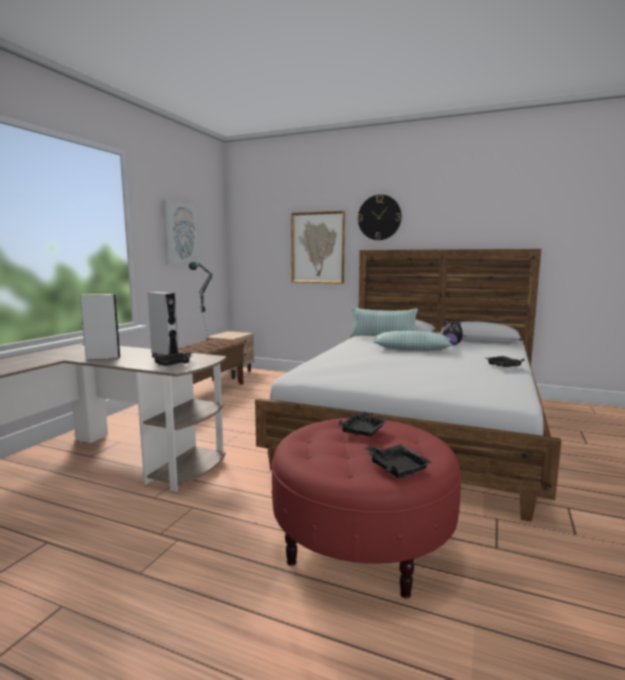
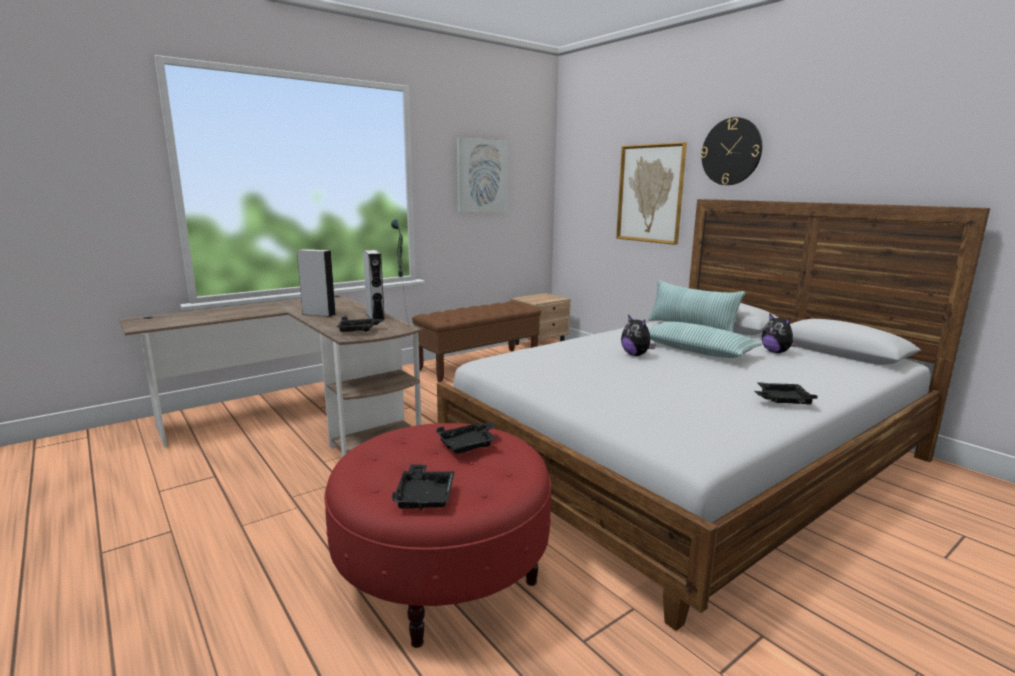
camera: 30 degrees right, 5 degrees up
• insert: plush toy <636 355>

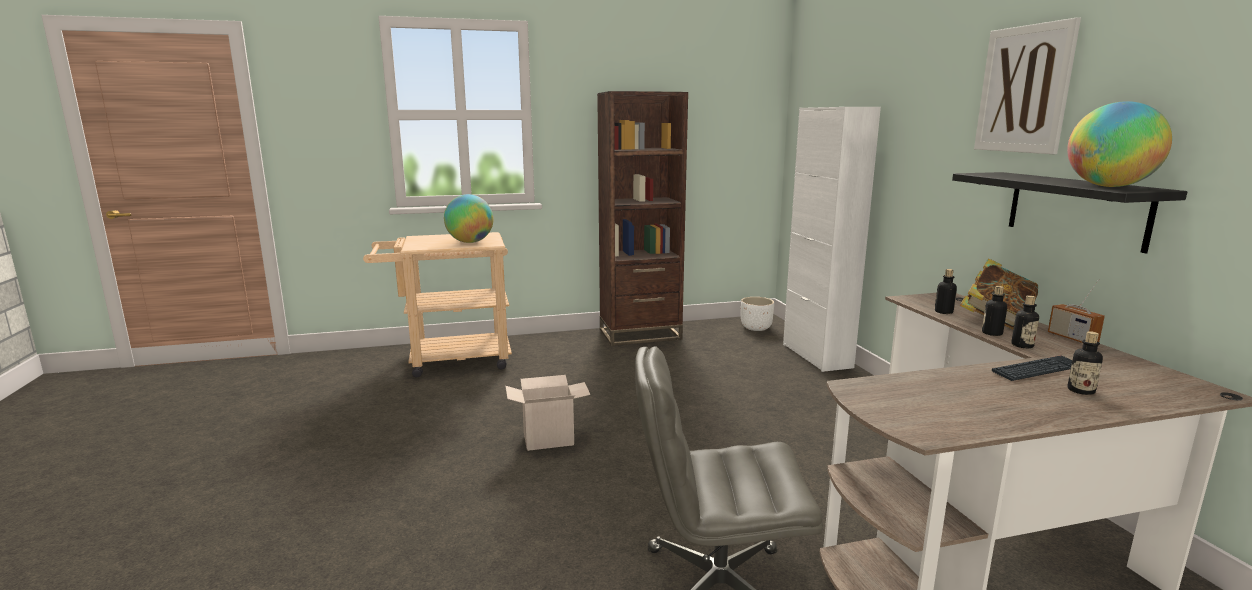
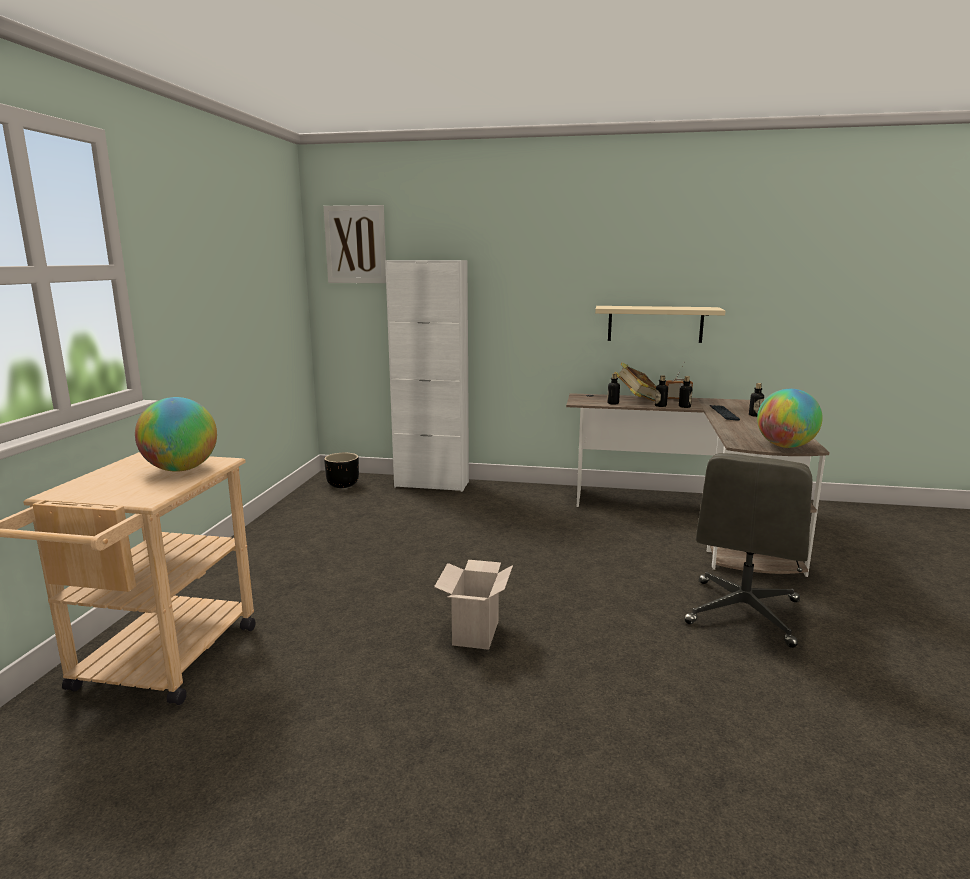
camera: 65 degrees left, 0 degrees up
• delete: brown bookshelf <640 334>
• recolor: white planter <756 328> to blackish planter <343 485>
• recolor: blackish shelf <1076 209> to beige shelf <655 324>
• move: picture <1024 89> to <355 244>
• move: desk globe <1109 186> to <785 446>

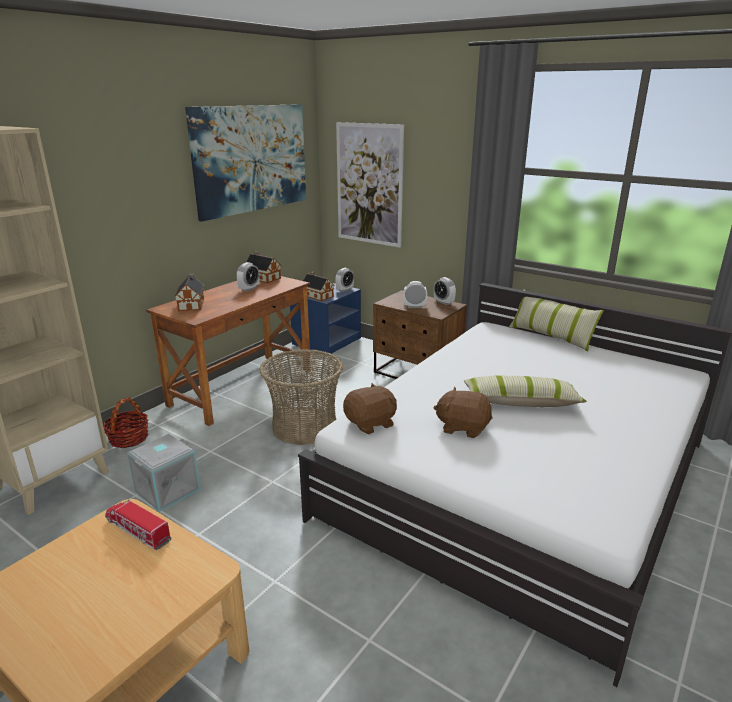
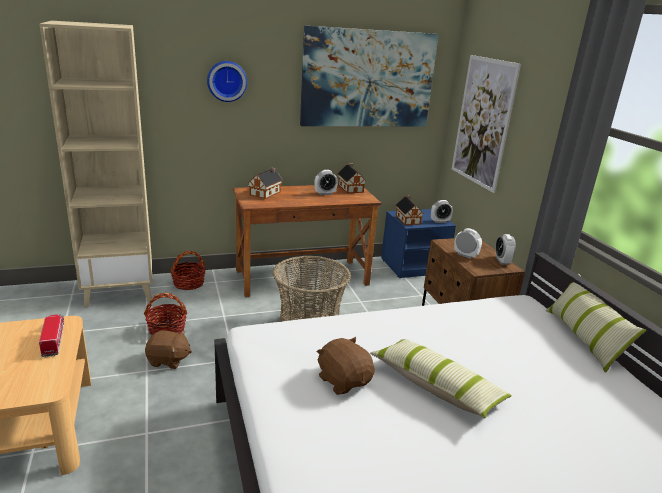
camera: 35 degrees right, 0 degrees up
• replace: gray storage bin <167 489> to basket <167 330>
• move: brown plush toy <371 424> to <168 360>
• insert: clock on the wall <226 81>

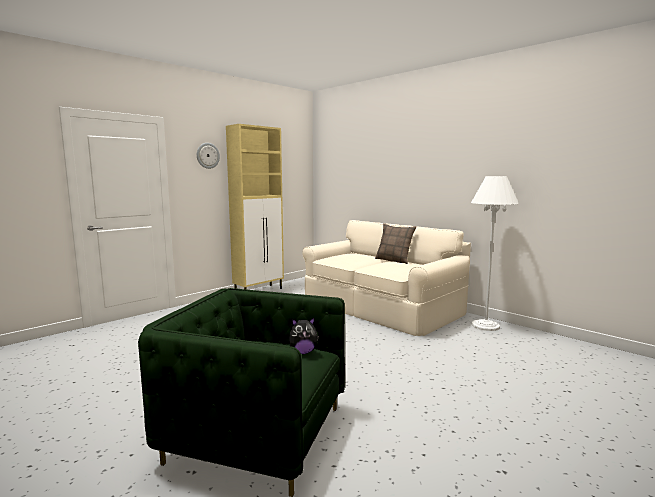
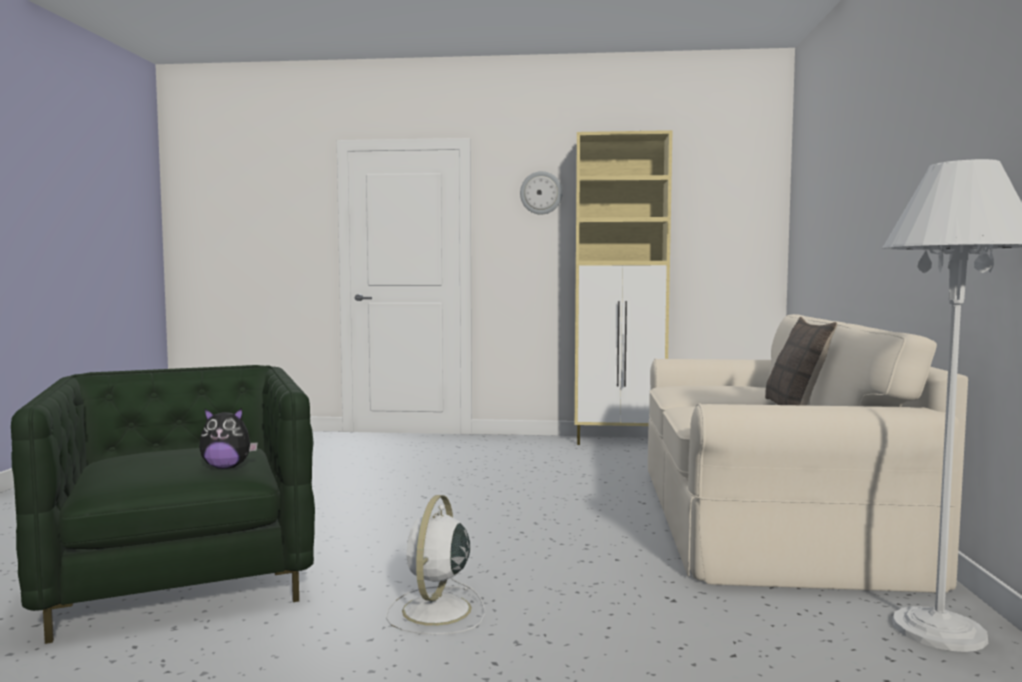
camera: 50 degrees right, 5 degrees down
• rotate: plush toy <303 352> = <227 467> 45 degrees counterclockwise
• insert: white electric fan <435 611>

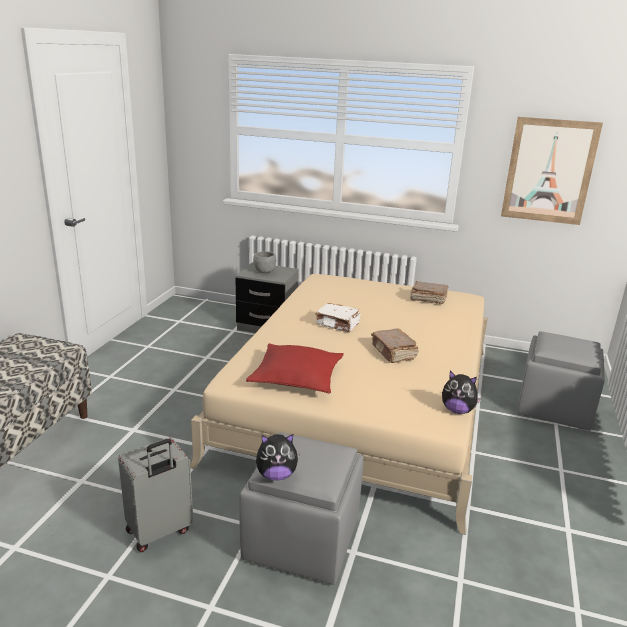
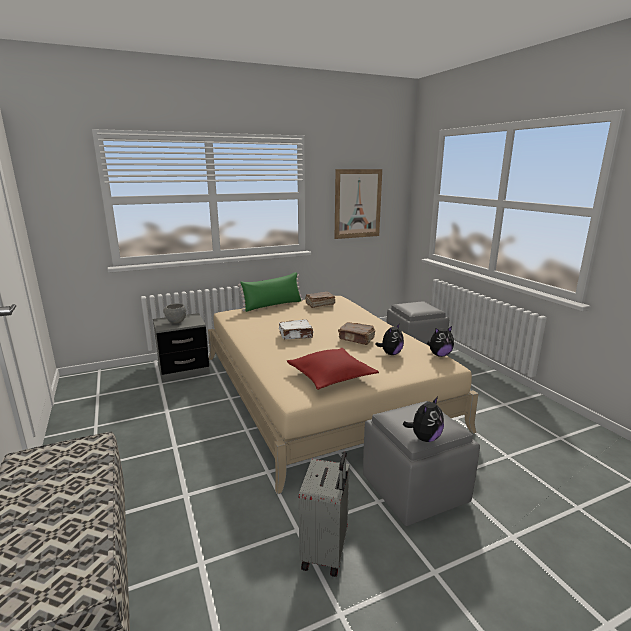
camera: 40 degrees left, 5 degrees down
• insert: green cushion <273 305>
• insert: plush toy <390 353>

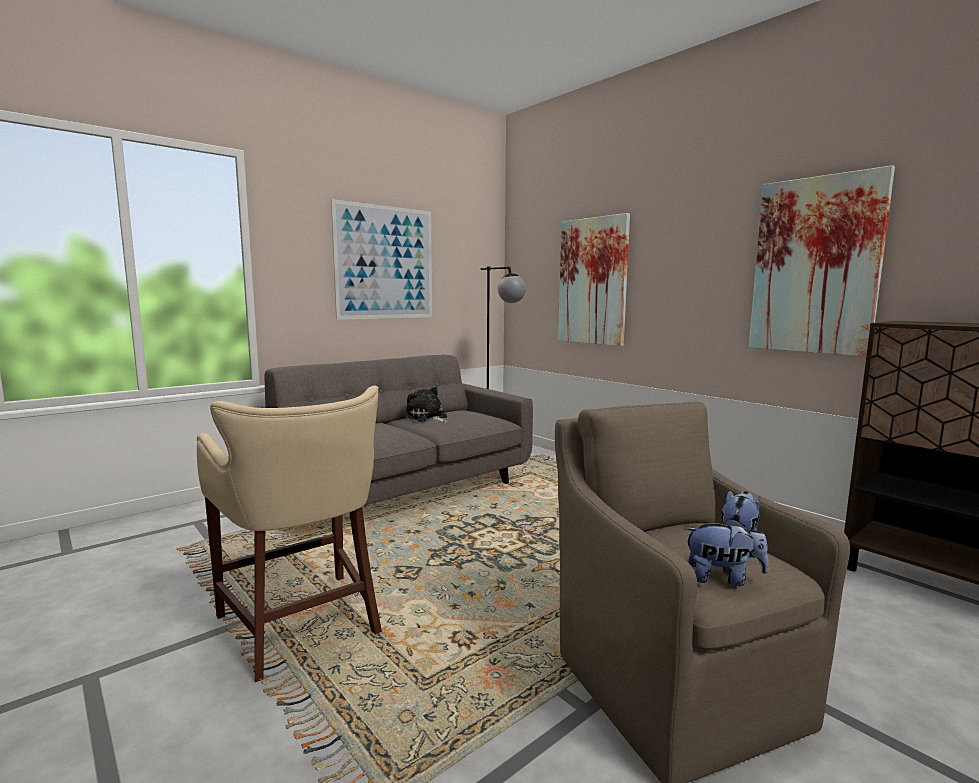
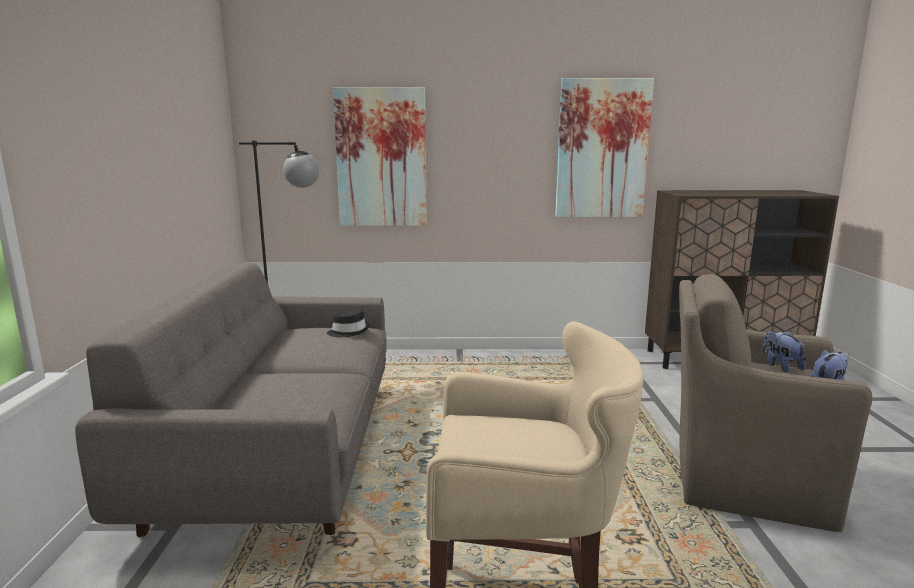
camera: 50 degrees left, 5 degrees up
• delete: picture <385 263>
• delete: plush toy <427 418>
• insert: blackish clothing hat <349 331>

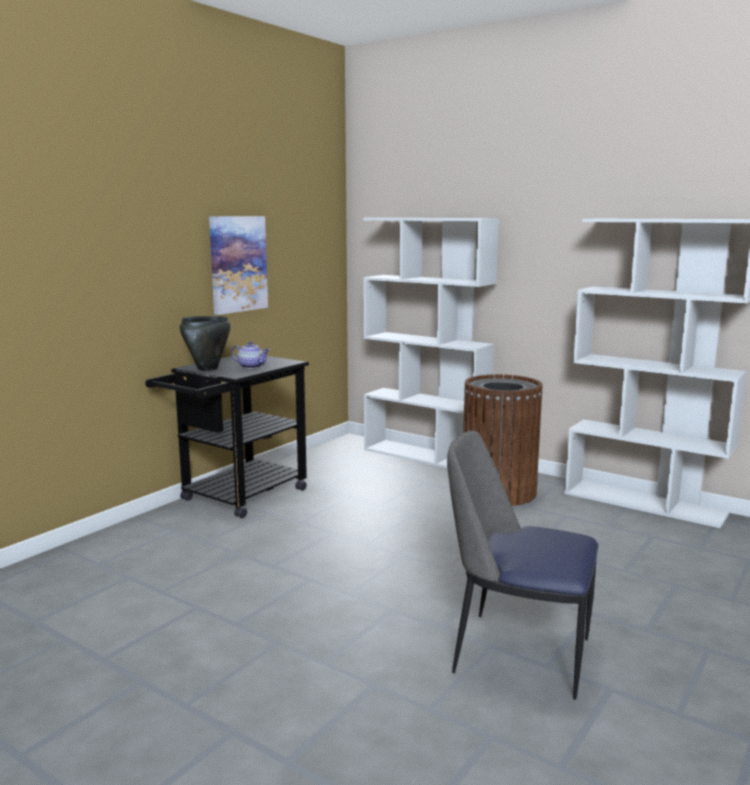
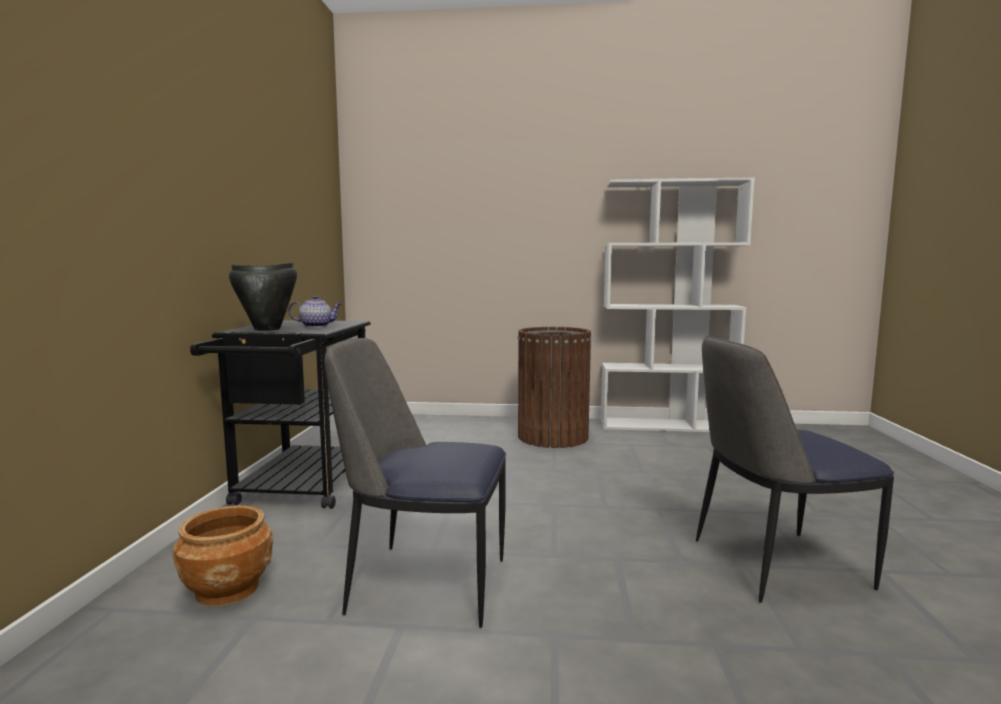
camera: 30 degrees left, 5 degrees down
• delete: picture <238 264>
• delete: white bookshelf <426 456>
• insert: brown planter <228 589>
• insert: upright chair <424 583>

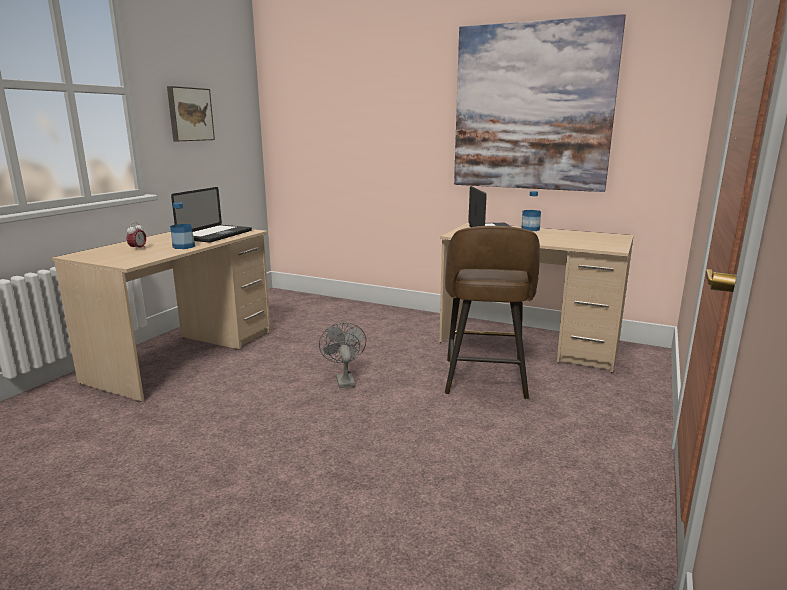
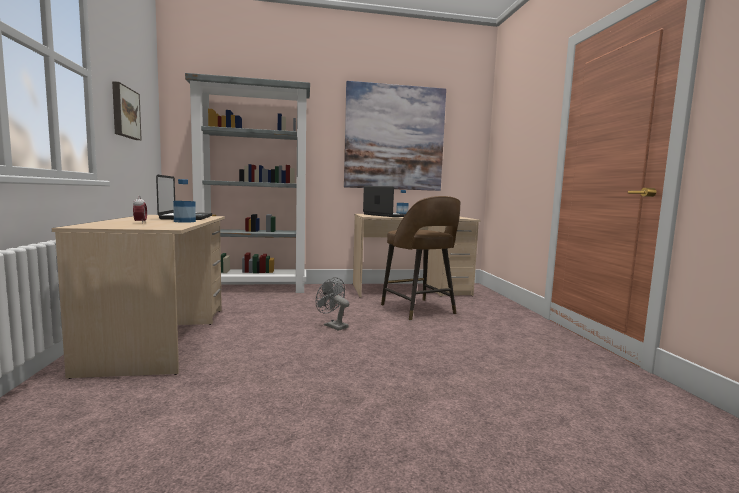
camera: 35 degrees left, 10 degrees down
• insert: gray bookshelf <254 289>

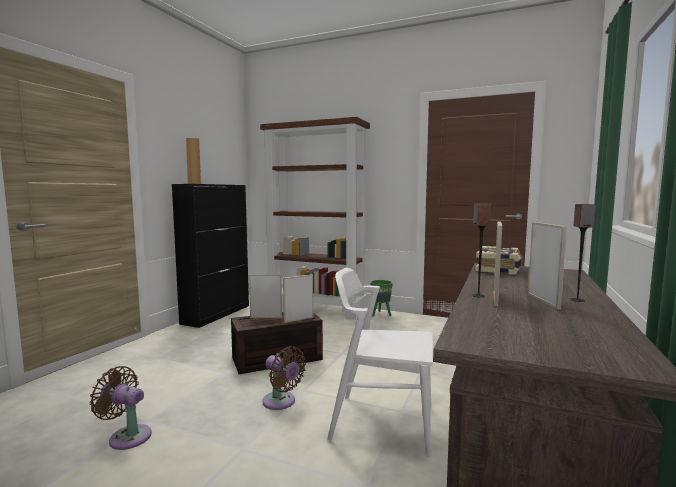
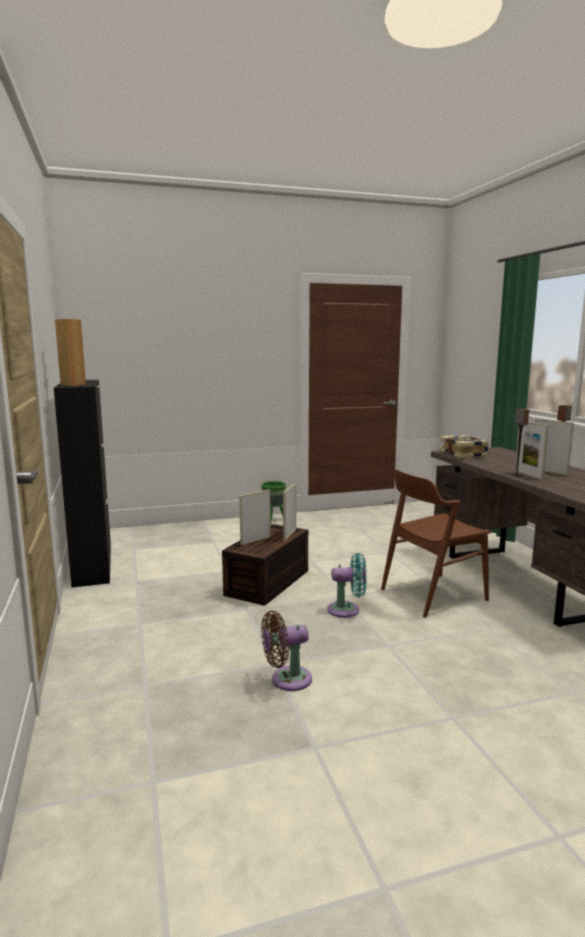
camera: 40 degrees left, 5 degrees up
• delete: brown bookshelf <317 308>
• recolor: brown electric fan <281 402> to turquoise-coloured electric fan <347 610>
• recolor: white upright chair <382 422> to brown upright chair <433 594>

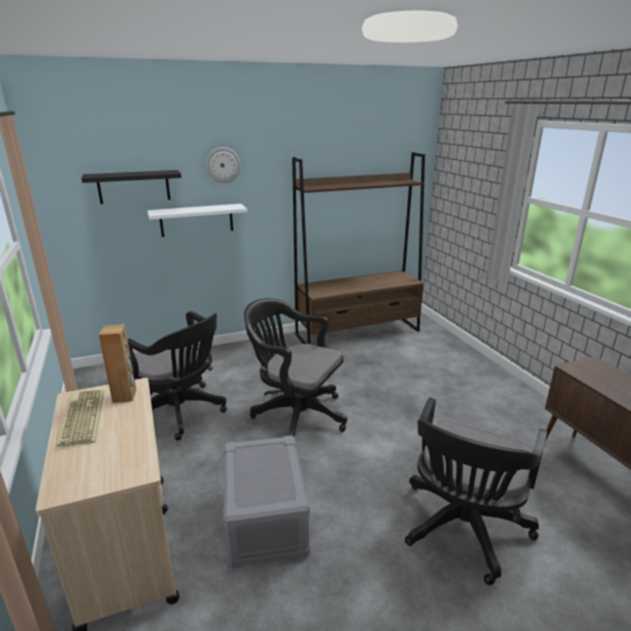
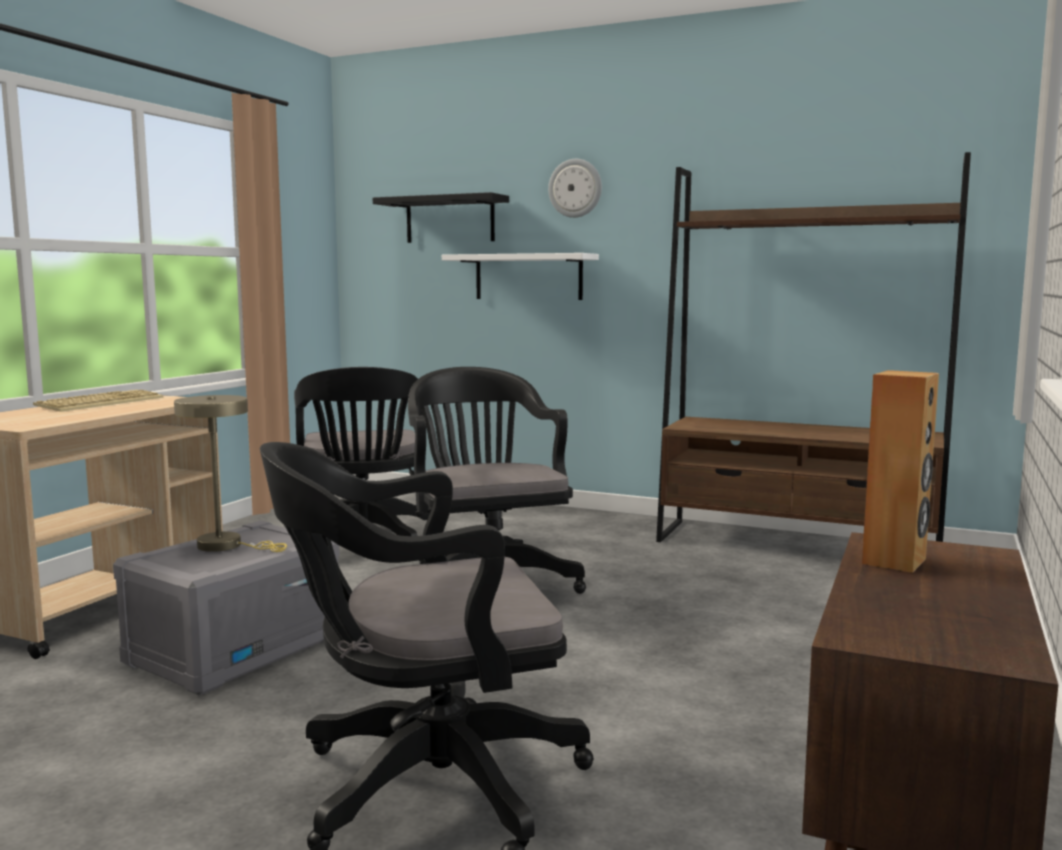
camera: 45 degrees right, 15 degrees down
• move: brown loudspeaker <125 396> to <895 561>
• insert: beige tabletop lamp <227 546>

